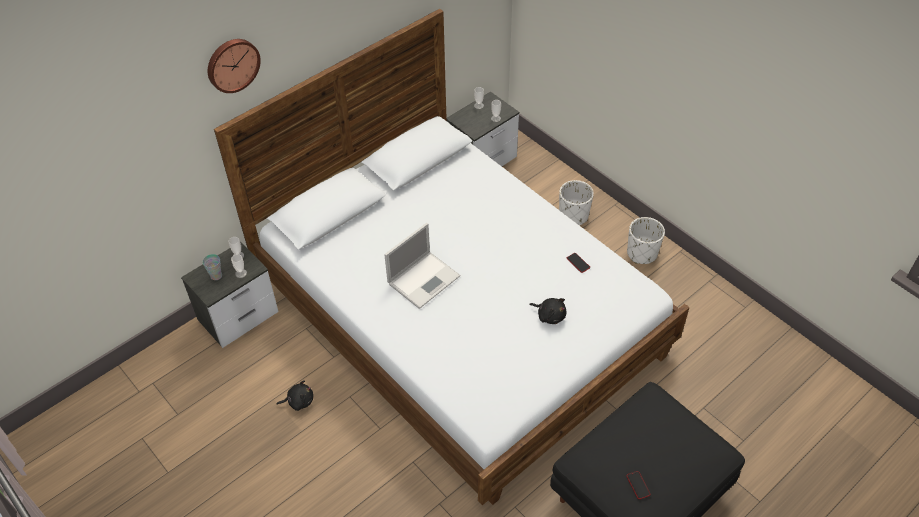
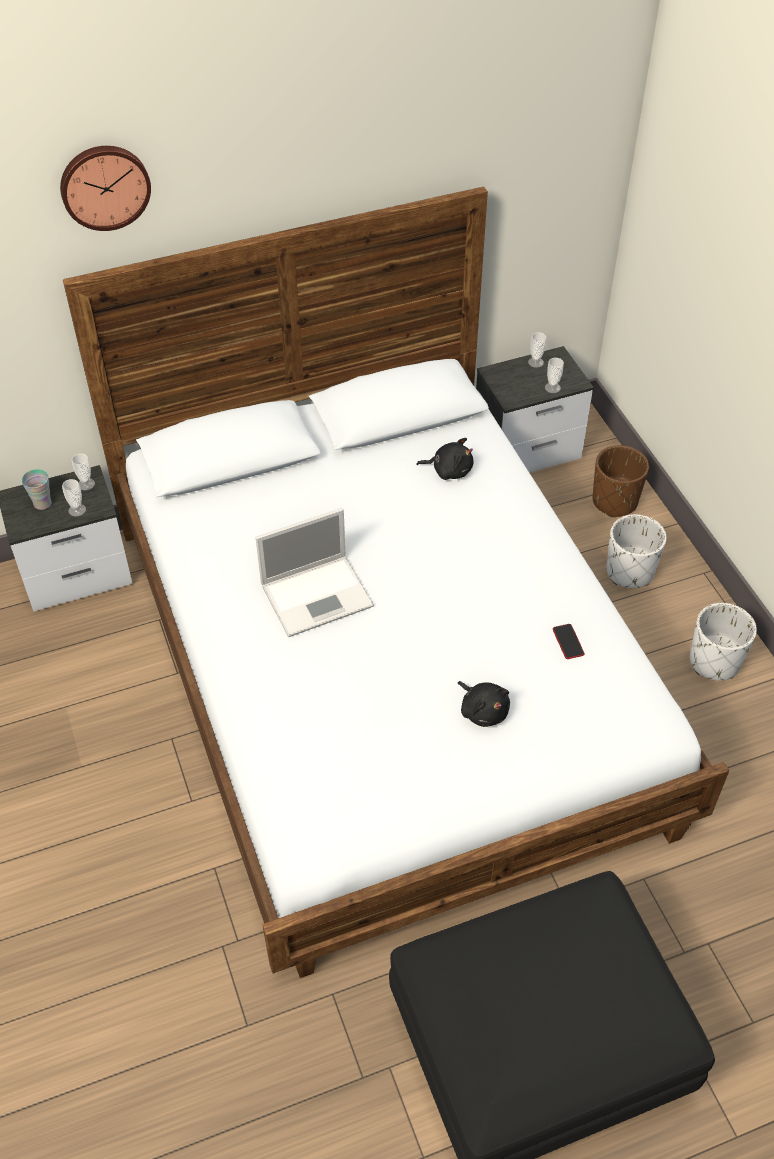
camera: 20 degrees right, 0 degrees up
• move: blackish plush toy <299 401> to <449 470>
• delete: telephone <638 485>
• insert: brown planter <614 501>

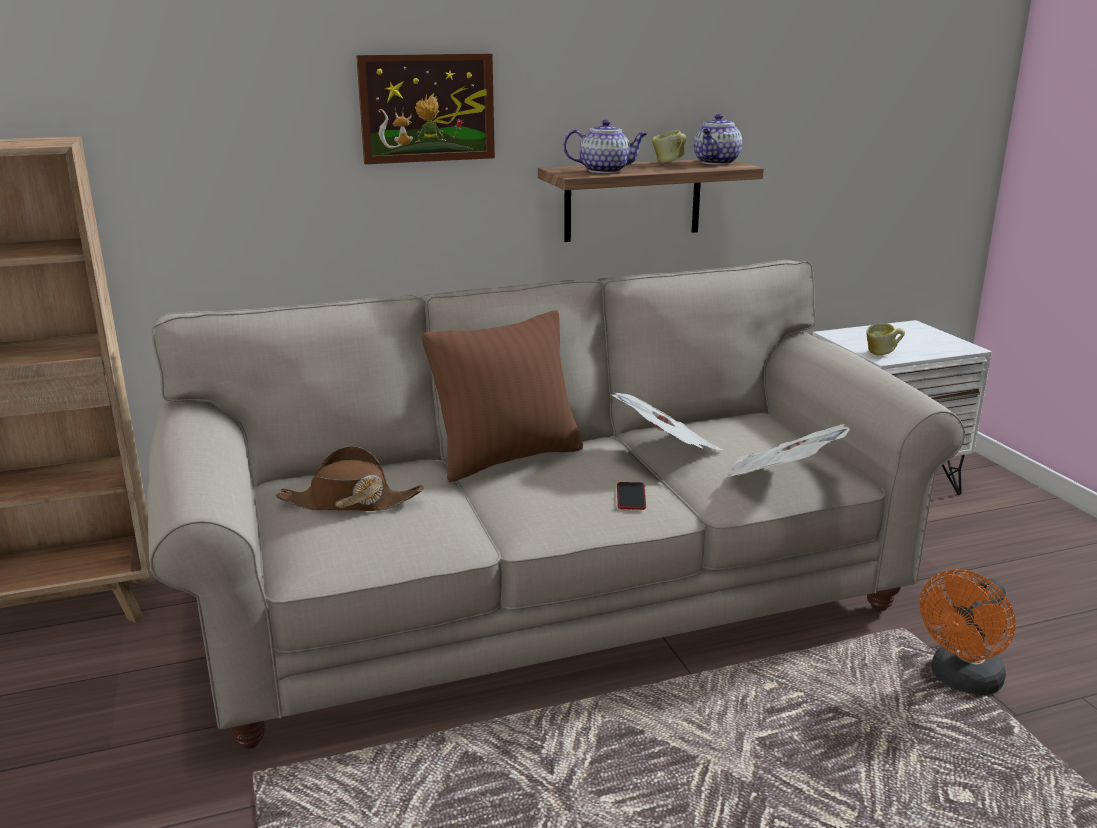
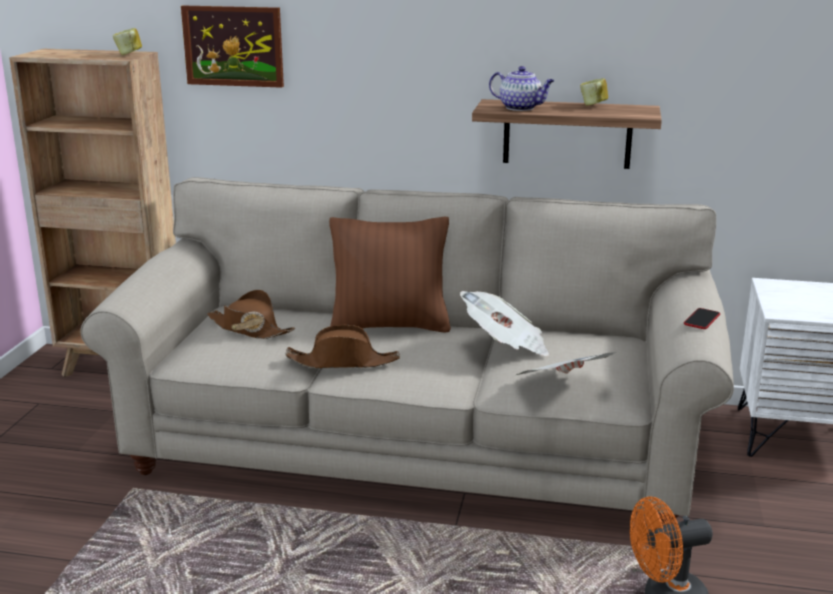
camera: 30 degrees right, 0 degrees up
• move: picture <427 108> to <233 46>
• move: telephone <631 497> to <702 319>
• delete: pot for tea <716 162>
• move: coffee mug <882 354> to <129 55>
• insert: brown clothing hat <343 362>

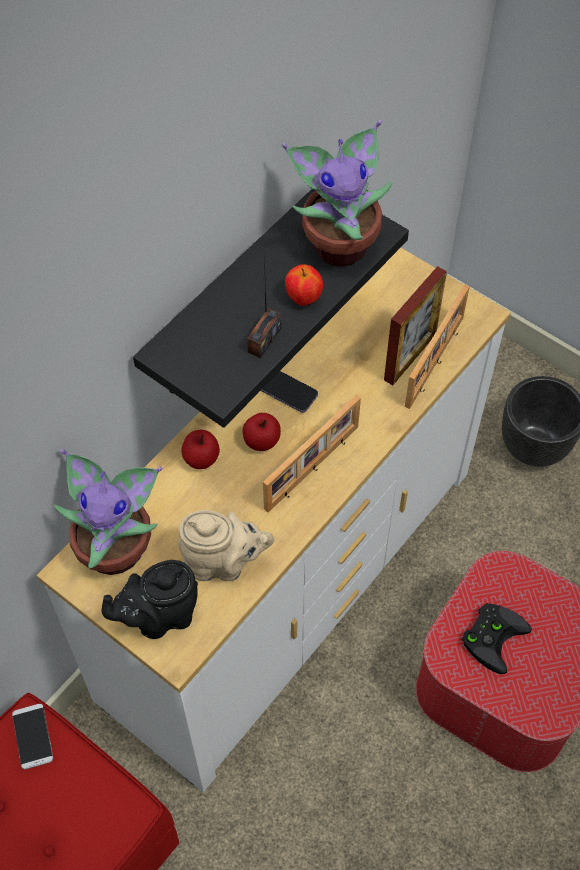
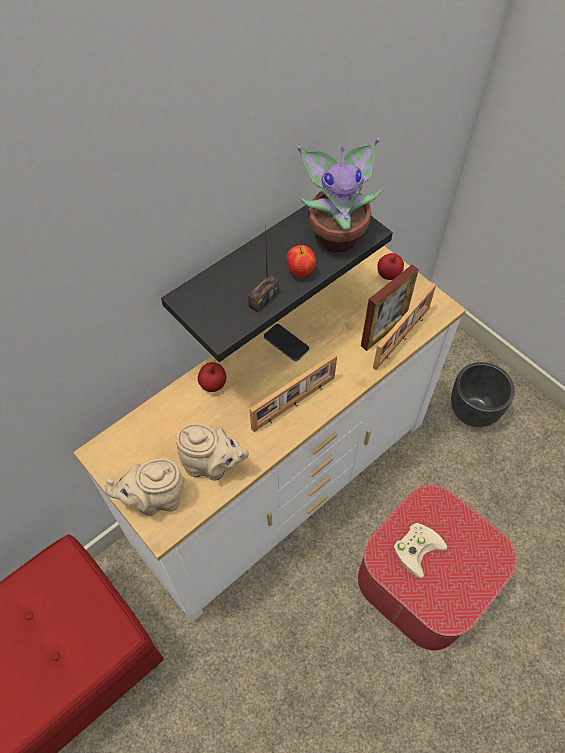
camera: 10 degrees right, 0 degrees up
• delete: telephone <32 736>
• delete: potted plant <117 547>
• recolor: blackish pot for tea <160 616> to beige pot for tea <155 499>
• move: whole apple <262 441> to <389 274>
• recolor: blackish joypad <492 635> to beige joypad <417 547>

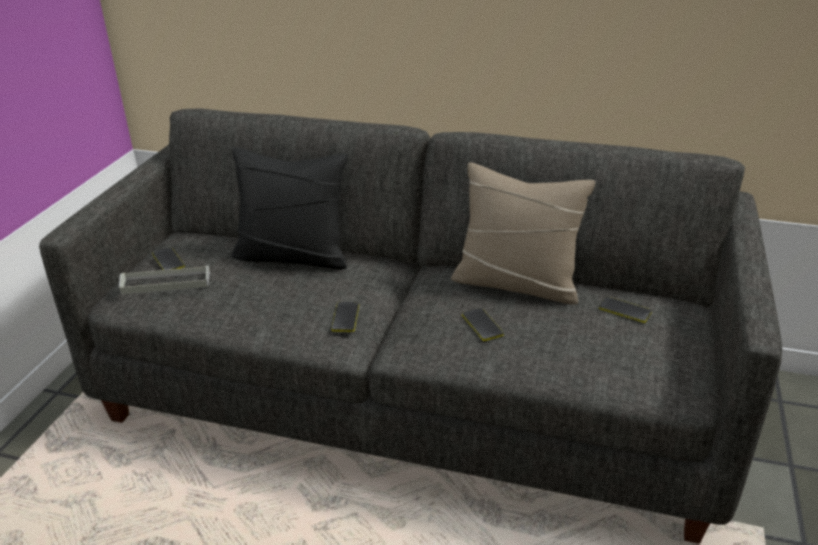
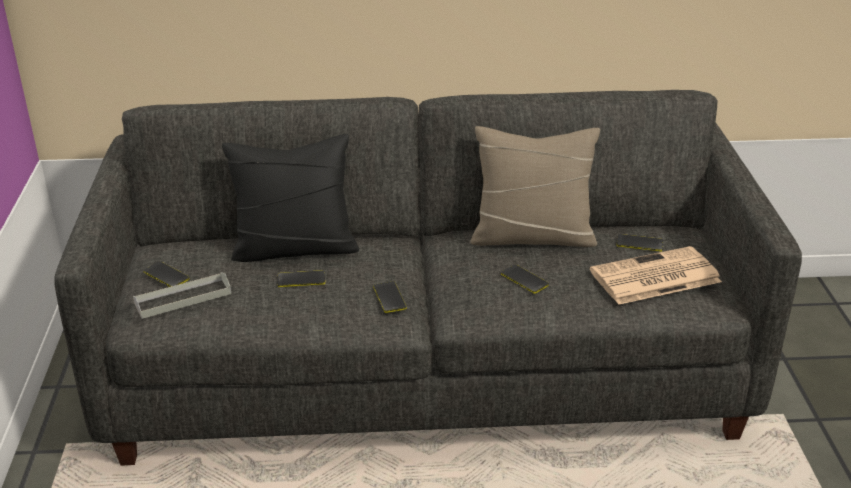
camera: 20 degrees left, 0 degrees up
• insert: telephone <301 279>
• insert: newspaper <653 277>

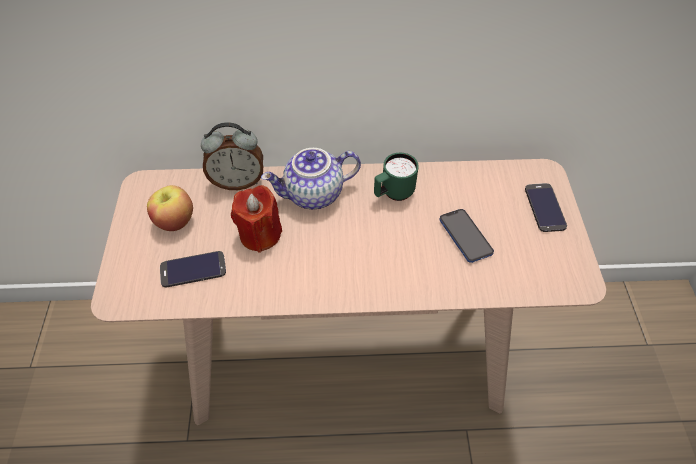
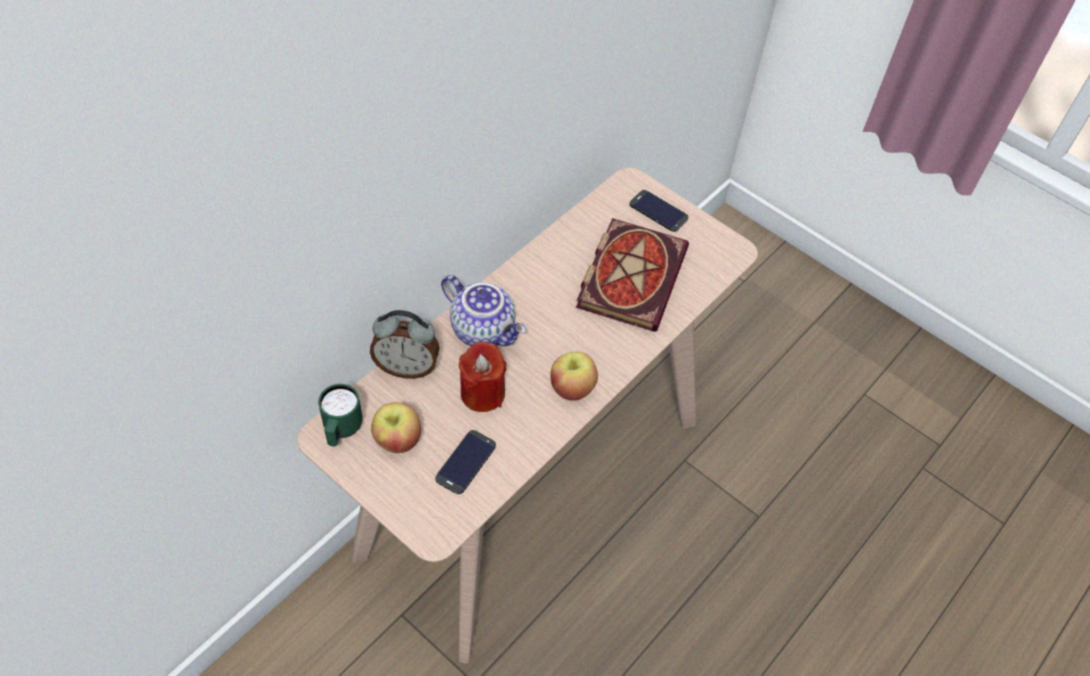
camera: 50 degrees left, 0 degrees up
• rotate: bedside clock <238 181> = <407 367> 60 degrees clockwise
• rotate: pot for tea <314 195> = <484 330> 75 degrees counterclockwise
• move: green coffee mug <393 193> to <341 430>
• replace: telephone <465 236> to volume <630 275>
• insert: whole apple <572 388>

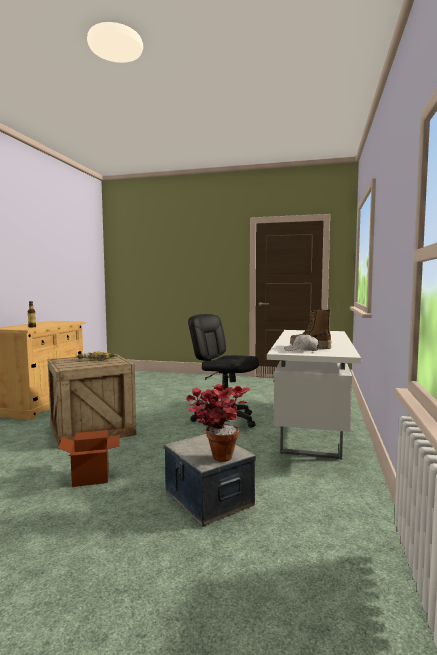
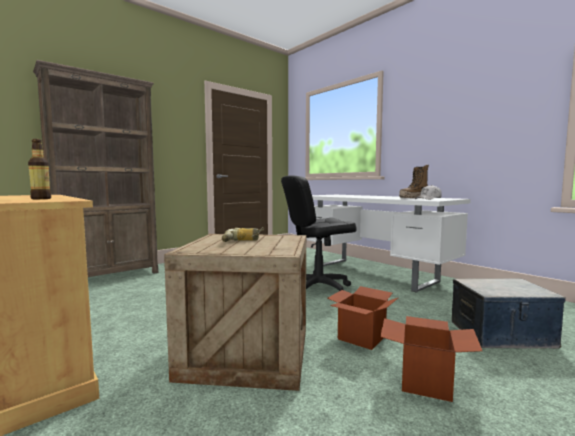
camera: 55 degrees left, 0 degrees up
• delete: potted plant <216 455>
• insert: brown bookshelf <109 277>
• insert: cardboard box <362 337>

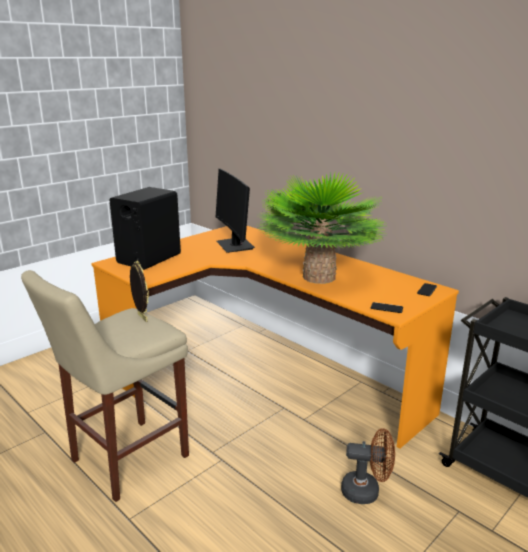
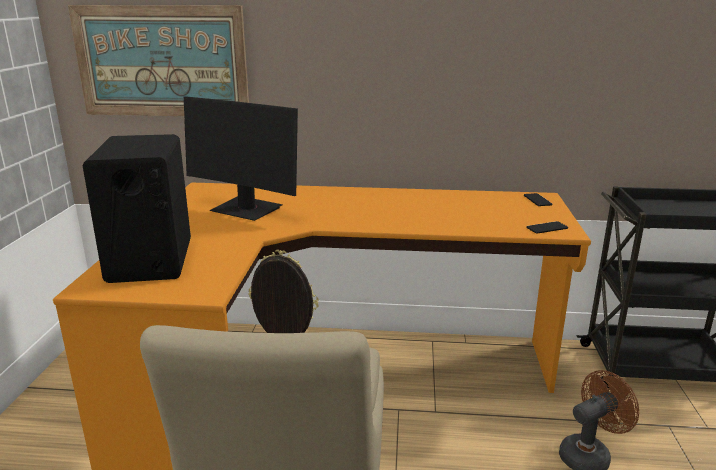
camera: 40 degrees left, 0 degrees up
• delete: potted plant <319 277>
• insert: picture <162 62>

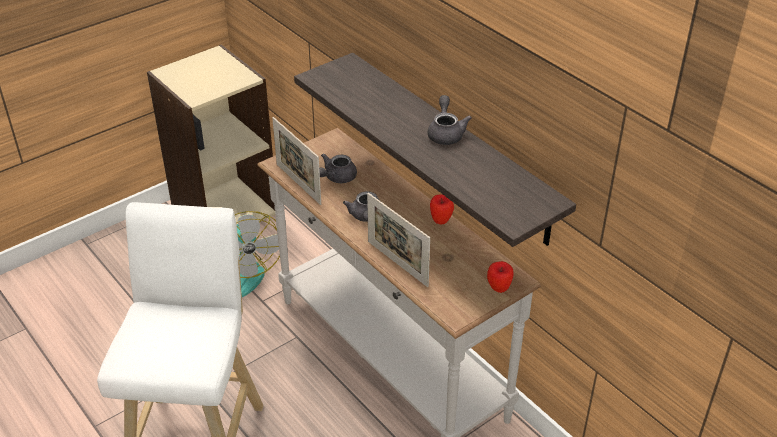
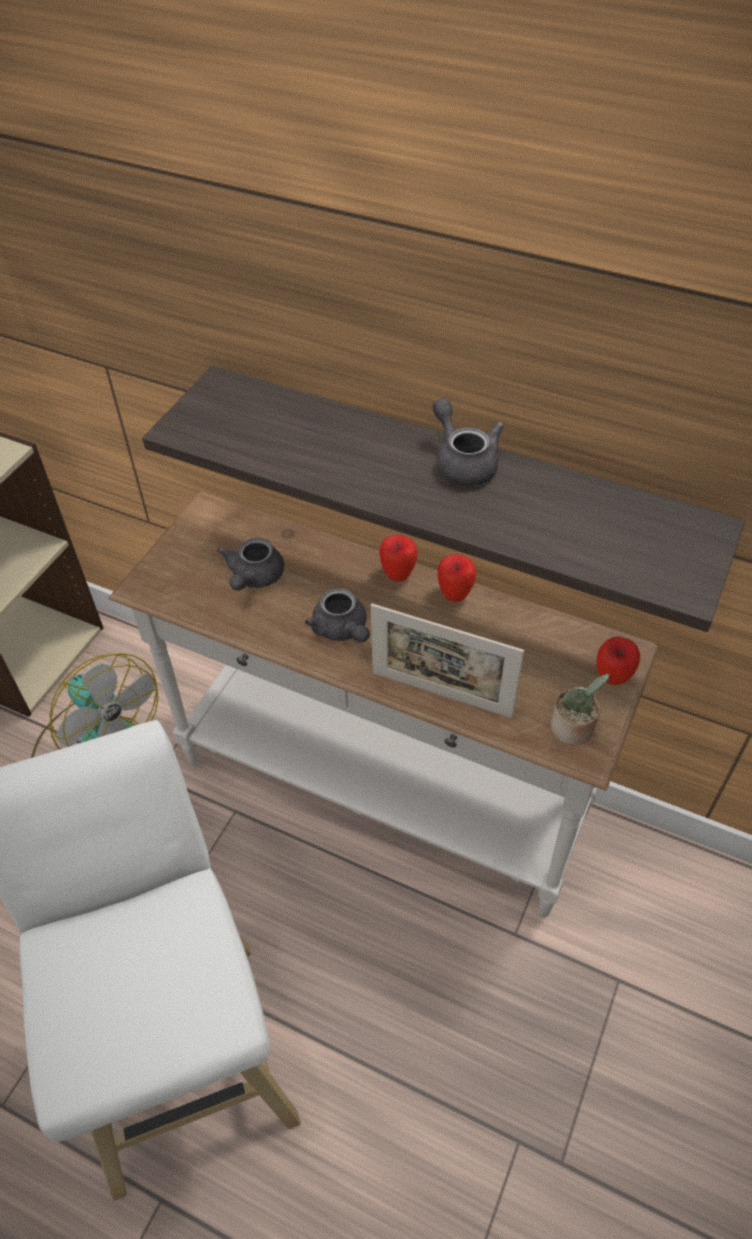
camera: 25 degrees left, 10 degrees up
• delete: standing frame <298 184>
• insert: whole apple <398 574>
• insert: potted plant <573 730>

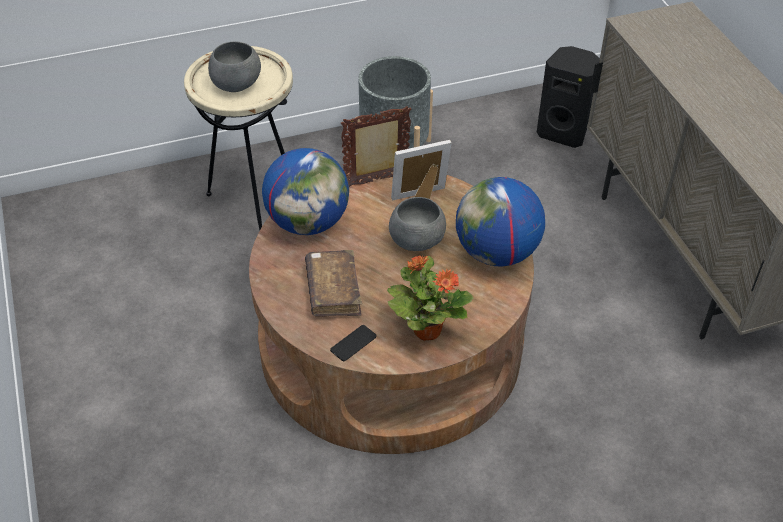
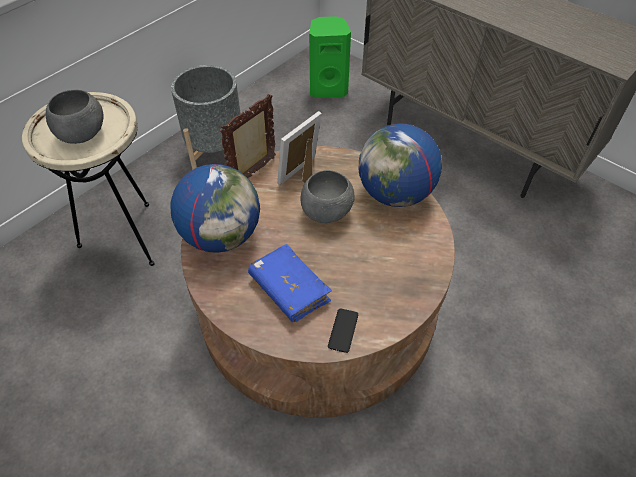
camera: 30 degrees left, 5 degrees up
• recolor: brown volume <333 291> to bluish volume <289 289>
• delete: potted plant <426 329>
• recolor: blackish loudspeaker <563 132> to green loudspeaker <328 88>

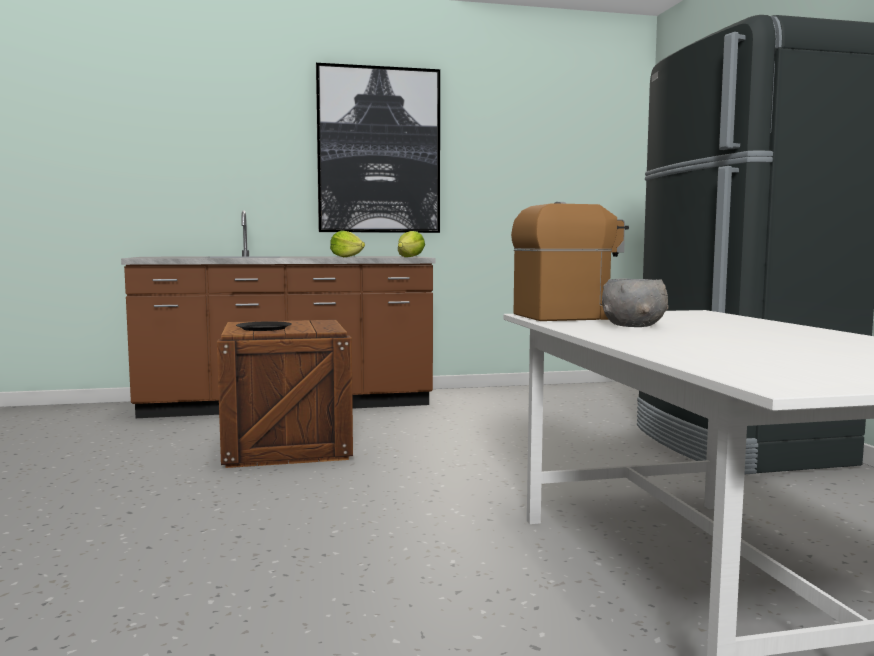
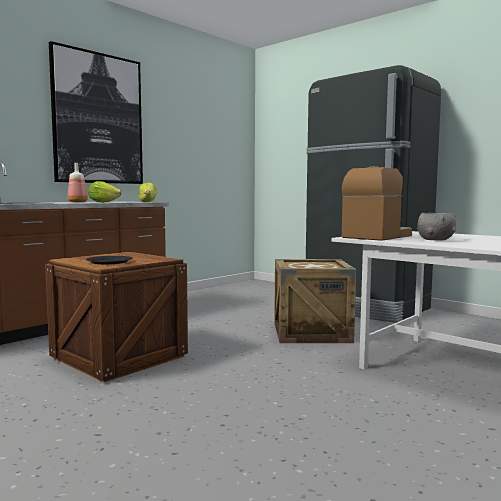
camera: 35 degrees left, 0 degrees up
• insert: bottle <77 202>
• insert: crate <311 332>

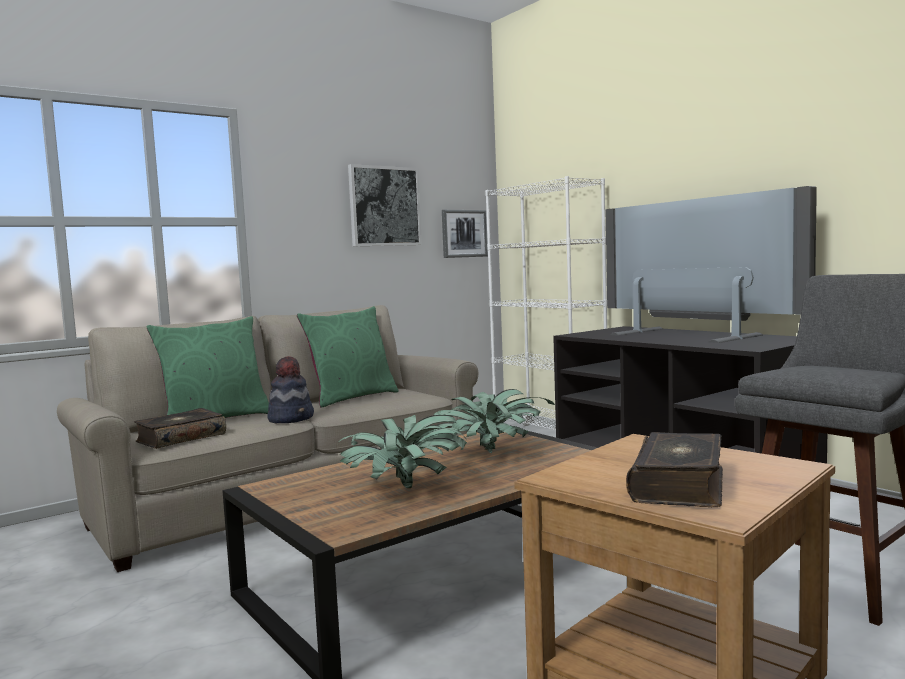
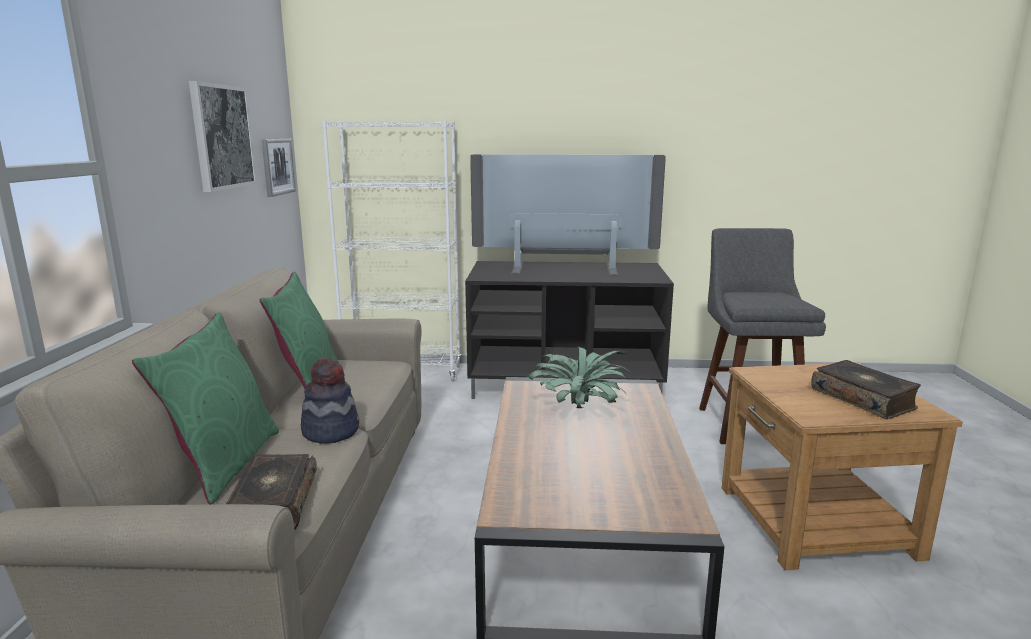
camera: 50 degrees left, 10 degrees up
• delete: potted plant <404 491>

